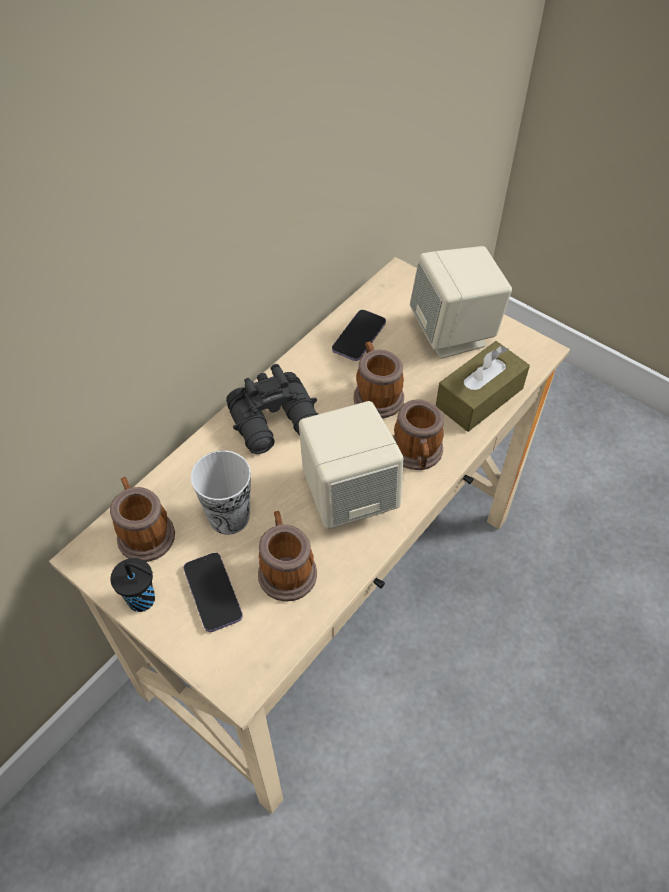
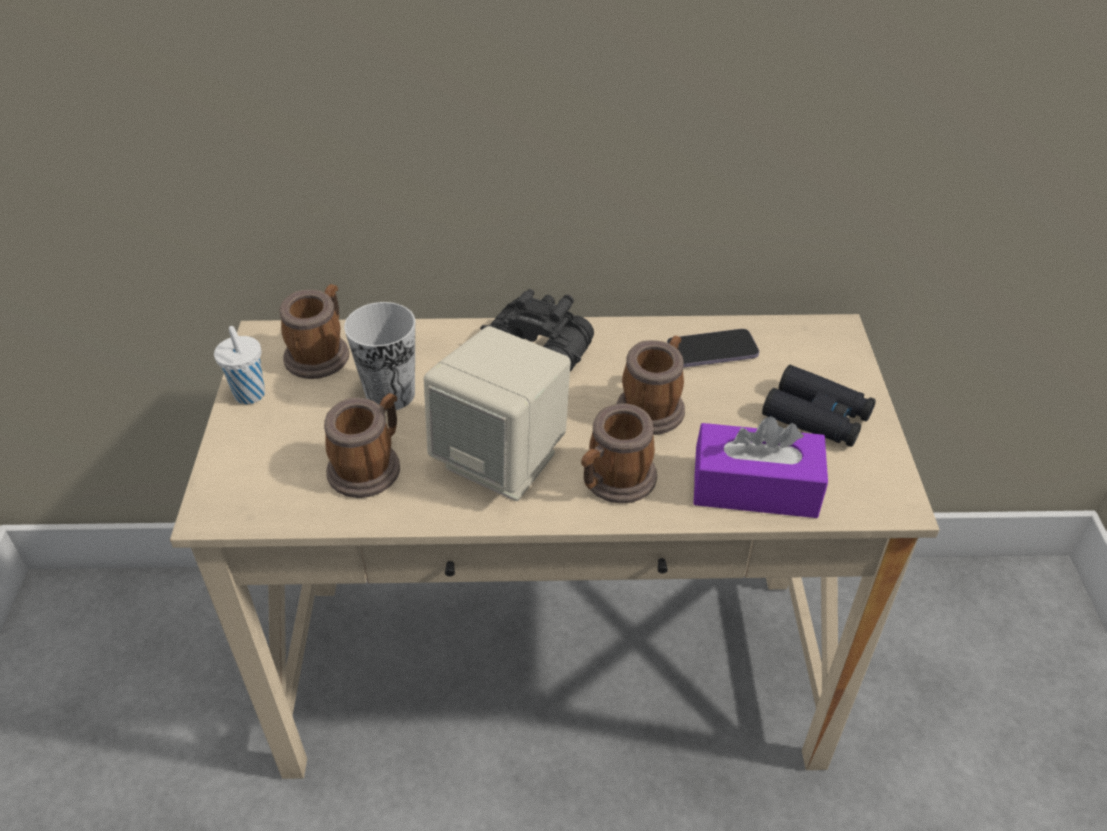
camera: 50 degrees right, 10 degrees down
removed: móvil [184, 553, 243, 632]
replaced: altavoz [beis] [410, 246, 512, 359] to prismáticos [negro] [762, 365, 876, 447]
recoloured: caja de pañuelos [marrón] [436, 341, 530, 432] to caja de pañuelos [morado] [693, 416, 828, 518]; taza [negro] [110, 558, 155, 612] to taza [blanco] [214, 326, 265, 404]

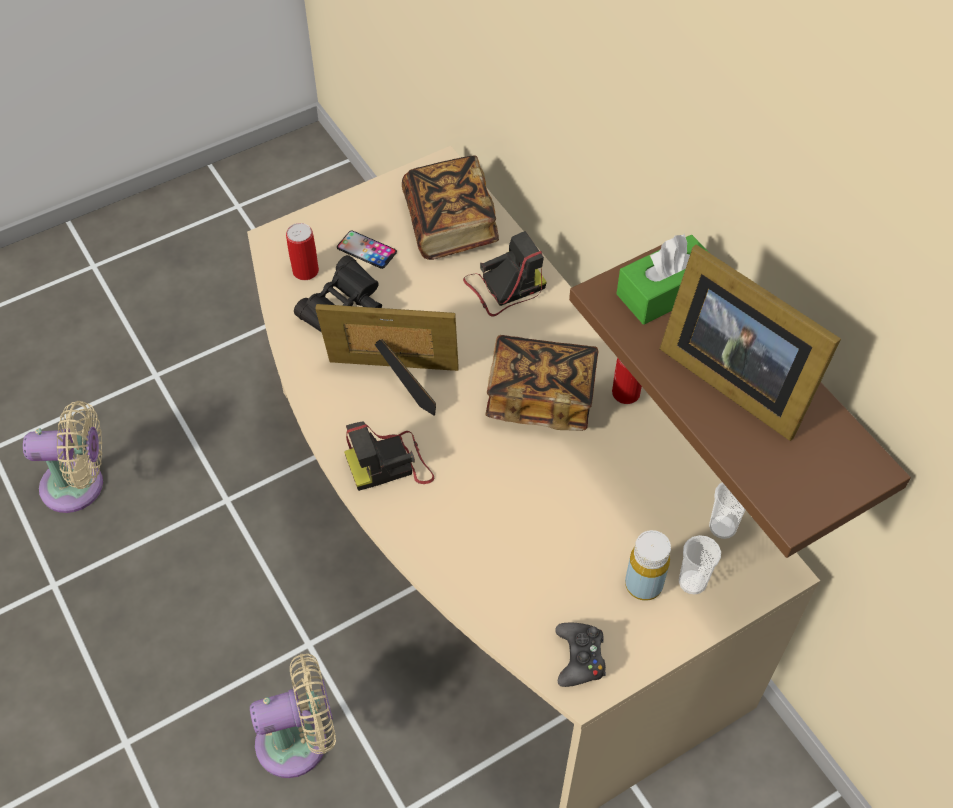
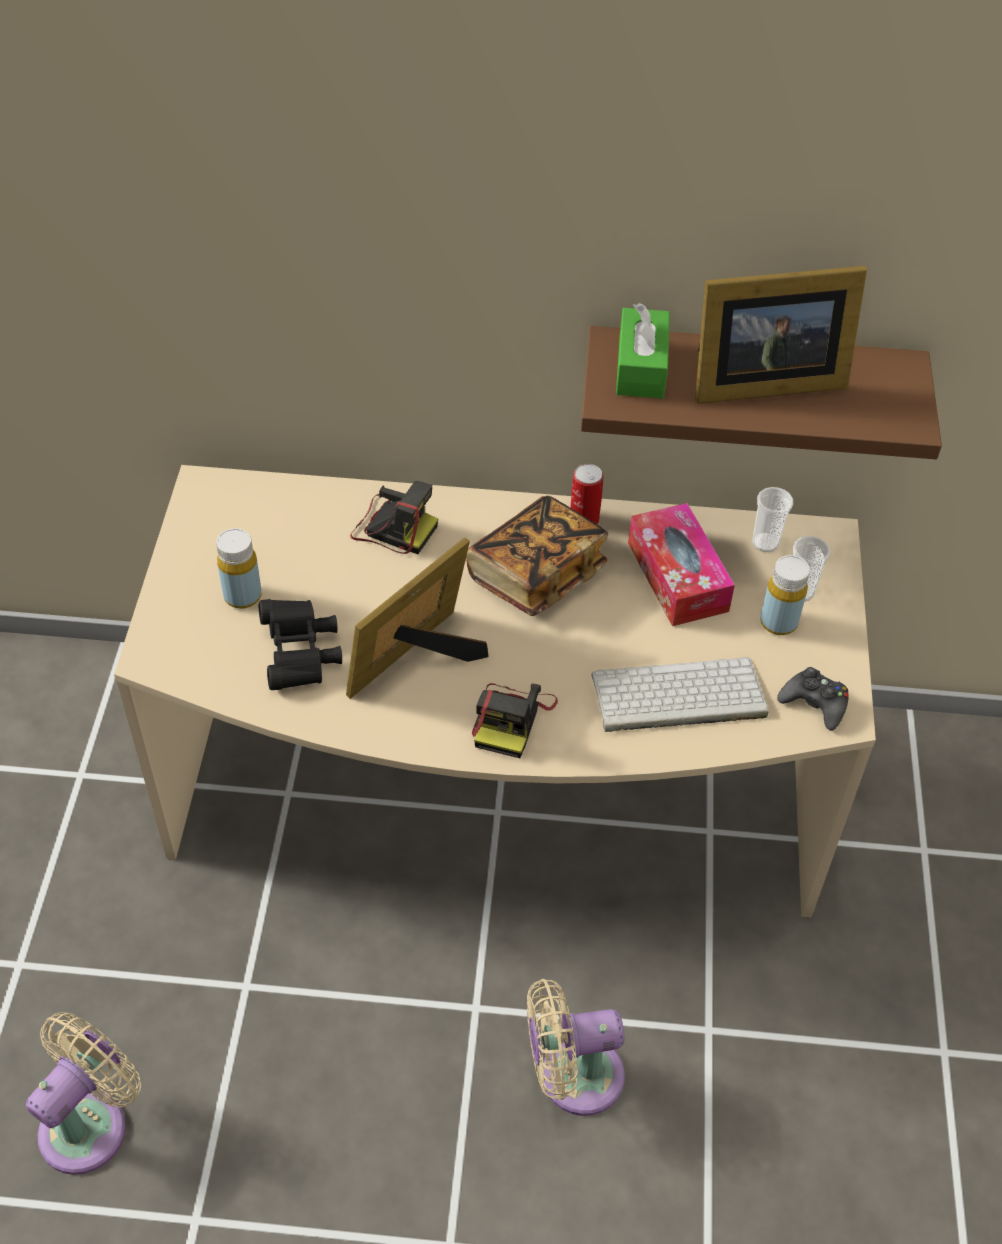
camera: 55 degrees left, 5 degrees down
removed: libro [402, 155, 499, 260]; lata [286, 223, 319, 280]
added: caja de pañuelos [628, 503, 735, 626]; teclado [592, 657, 768, 732]
replaced: móvil [337, 231, 397, 269] to botella [amarillo] [216, 528, 262, 609]
turned: cámara [463, 231, 547, 316] = [350, 481, 438, 554] 105 degrees clockwise; ventilador [beis] [250, 654, 336, 778] = [527, 979, 625, 1116] 120 degrees counterclockwise

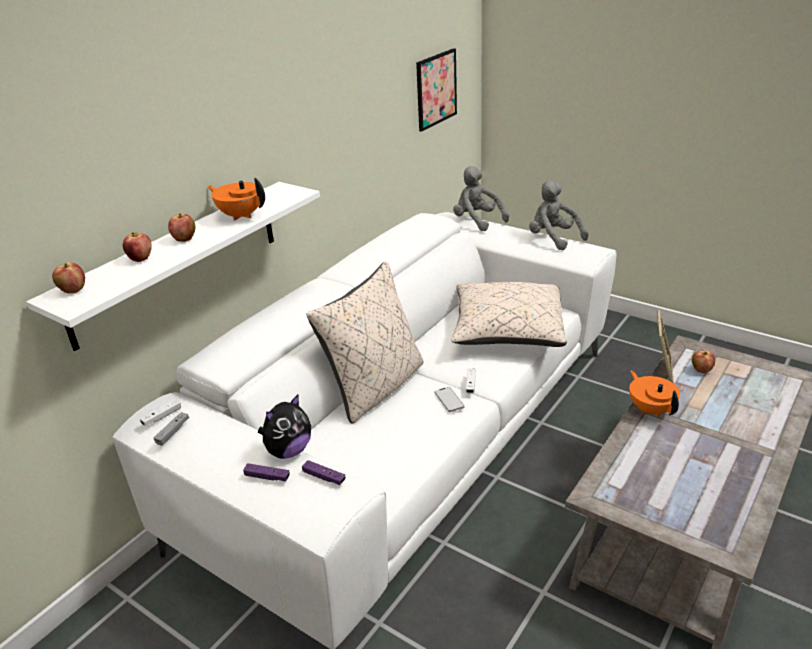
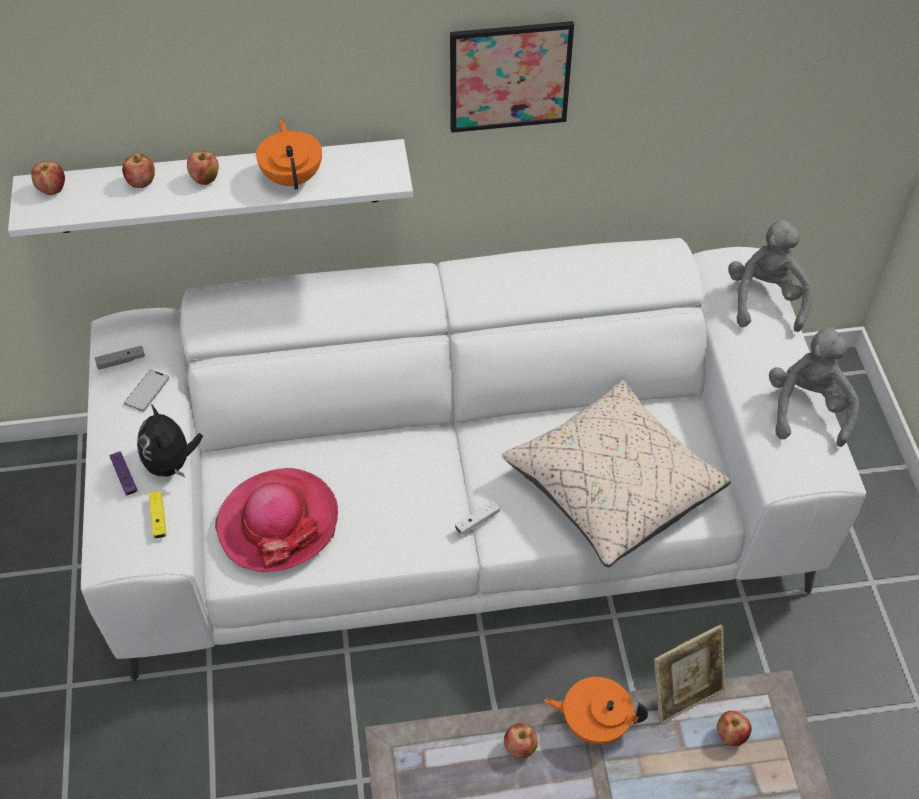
camera: 45 degrees right, 20 degrees up
removed: cojín [beis] [307, 262, 423, 424]; mando de consola [blanco] [140, 399, 181, 426]
added: sombrero [215, 468, 338, 572]; manzana [504, 723, 538, 759]
moved: cuadro [416, 48, 457, 132] to [450, 21, 574, 133]; móvil [435, 387, 464, 412] to [124, 370, 169, 412]
recoloured: mando de consola [morado] [302, 460, 346, 485] to mando de consola [amarillo] [149, 491, 167, 539]
turned: tetera [naranja] [629, 370, 680, 417] = [544, 677, 648, 745] 105 degrees counterclockwise; peluche [258, 394, 311, 459] = [137, 404, 203, 477] 75 degrees clockwise

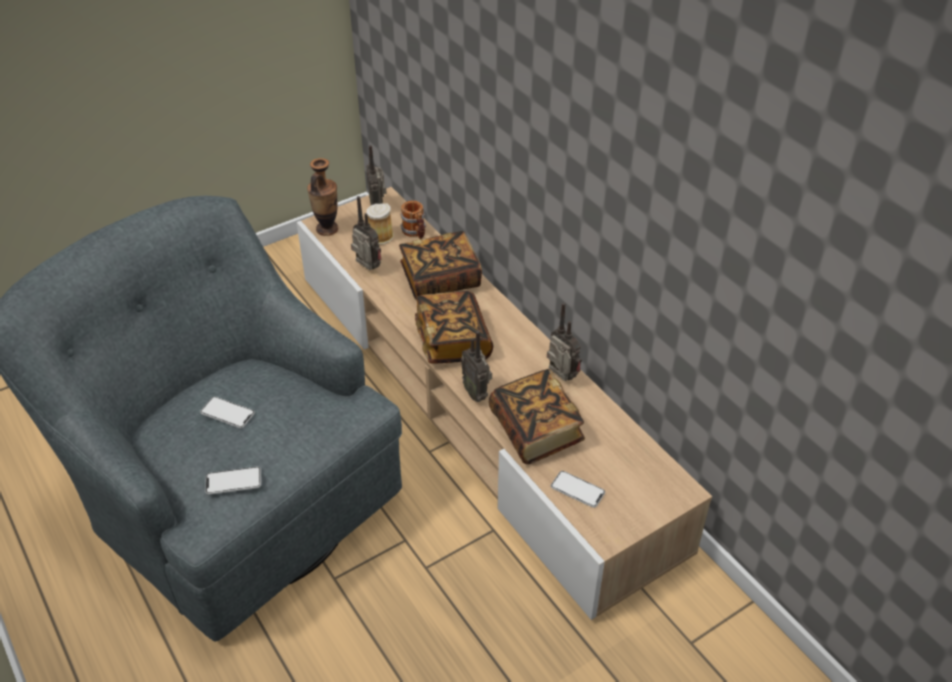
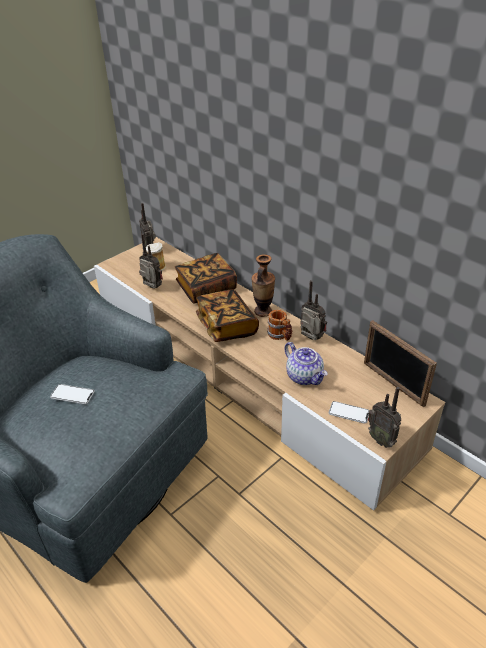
camera: 10 degrees left, 5 degrees down
removed: móvil [205, 467, 261, 495]
added: portarretratos [364, 320, 437, 407]
moved: florero [307, 158, 338, 236] to [251, 254, 275, 317]; taza grande [400, 201, 426, 239] to [267, 310, 292, 341]; radio [461, 331, 492, 402] to [368, 387, 402, 448]
replaced: libro [489, 369, 585, 464] to tetera [285, 342, 327, 385]

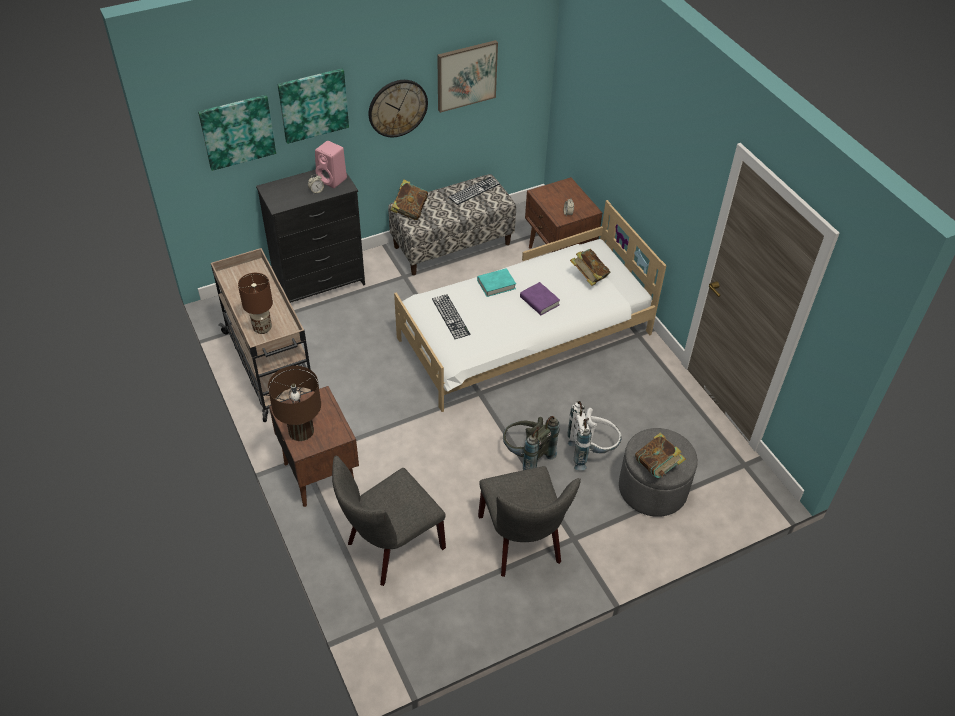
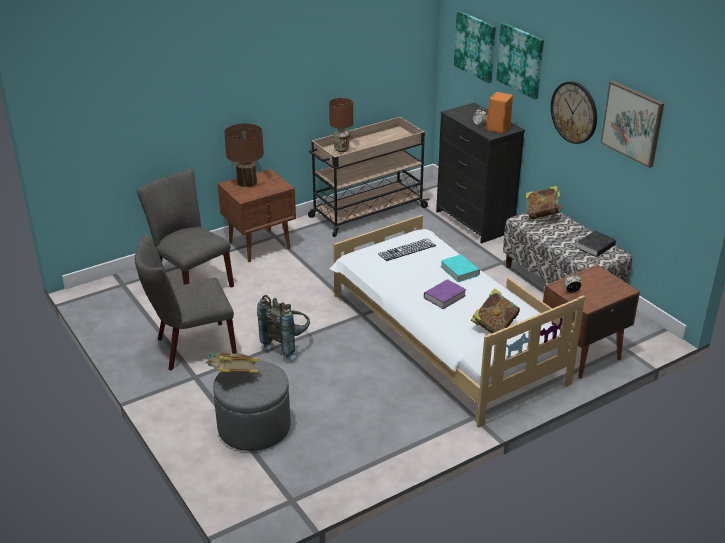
camera: 85 degrees right, 15 degrees down
removed: mochila [blanco] [567, 401, 622, 471]
replaced: teclado [448, 177, 500, 205] to libro [negro] [577, 231, 616, 257]
recoloured: altavoz [rosa] [315, 141, 347, 188] to altavoz [naranja] [486, 92, 513, 134]

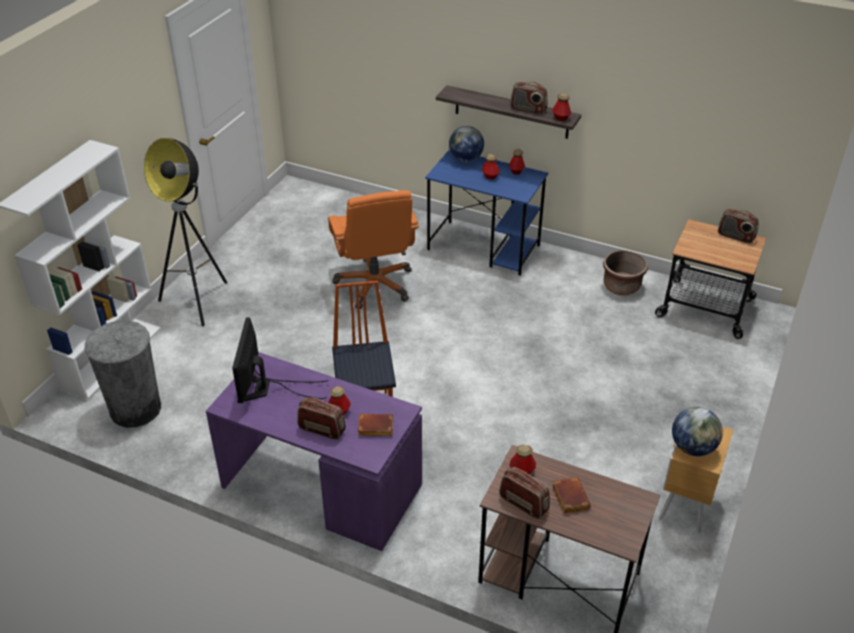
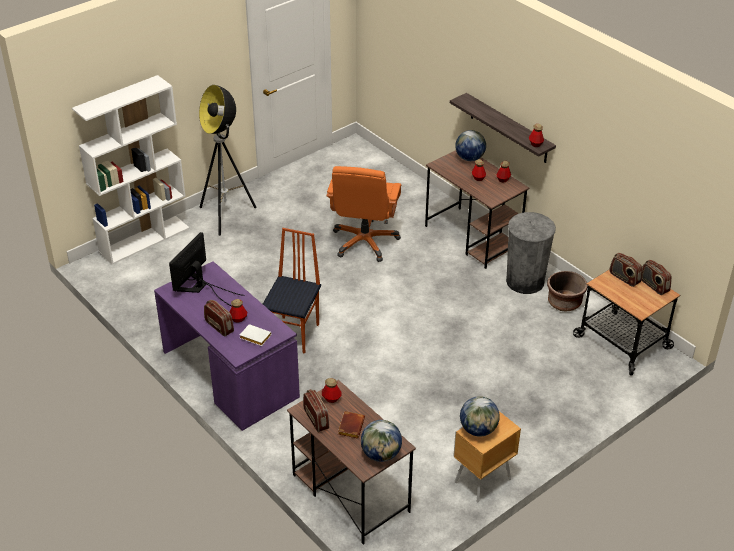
camera: 25 degrees right, 0 degrees up
added: globo terráqueo [361, 420, 402, 462]
moved: radio [510, 82, 548, 115] to [609, 253, 643, 287]; papelera [gris] [85, 320, 161, 428] to [506, 212, 556, 294]
recoloured: escritorio [azul] [425, 149, 548, 276] to escritorio [marrón] [425, 150, 529, 269]; libro [marrón] [358, 414, 393, 436] to libro [blanco] [240, 324, 272, 346]

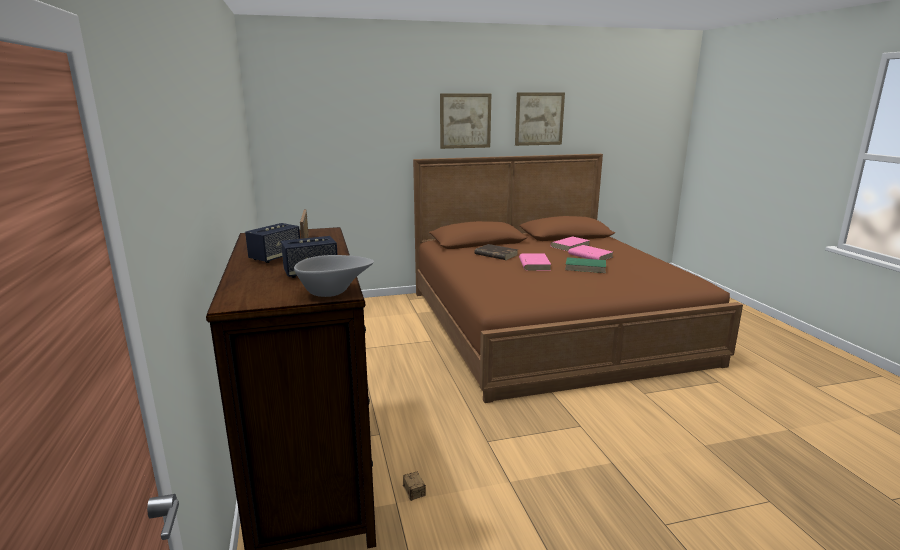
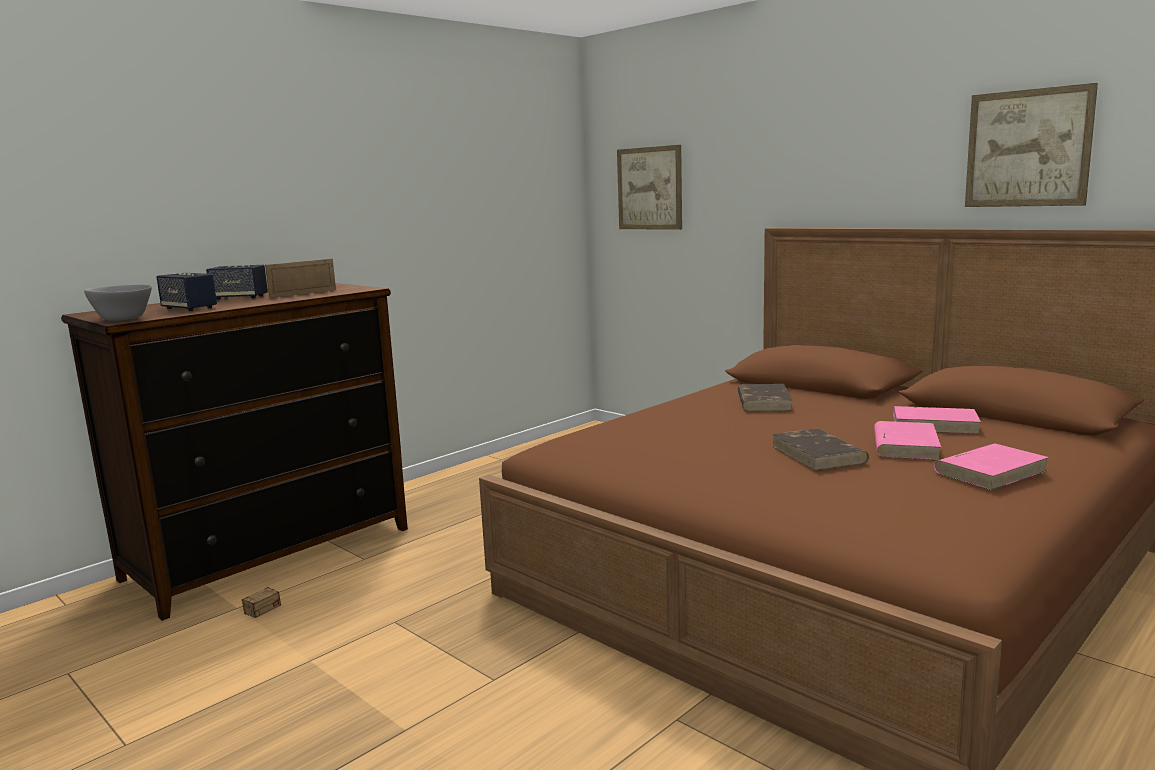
camera: 60 degrees right, 5 degrees down
moved: cuadro [440, 94, 491, 149] to [617, 145, 682, 230]; libro [rosa] [519, 254, 551, 270] to [934, 444, 1049, 490]
recoloured: libro [verde] [565, 257, 606, 273] to libro [marrón] [772, 428, 869, 471]

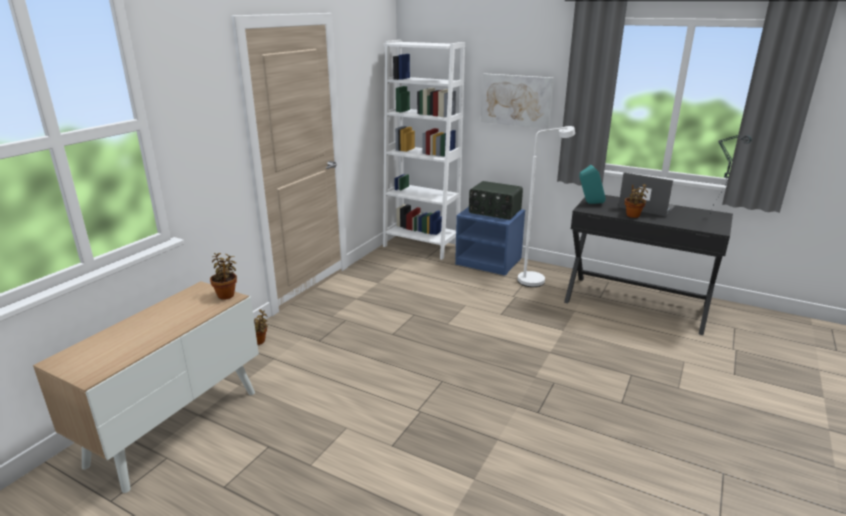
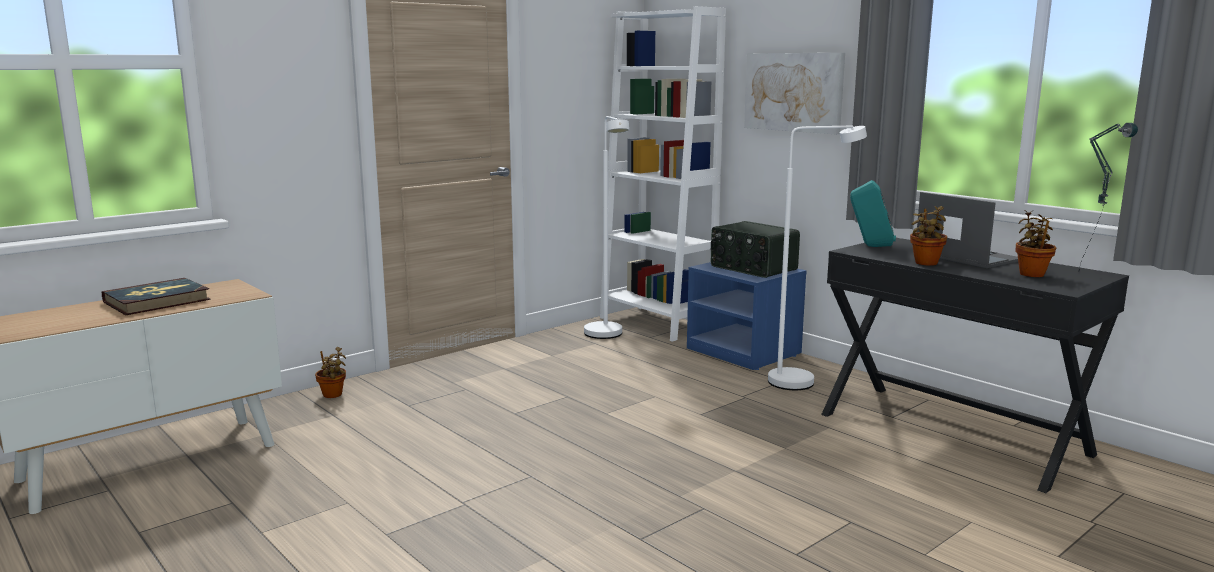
camera: 20 degrees right, 10 degrees down
added: lámpara de pie [blanco] [584, 116, 629, 339]; libro [102, 278, 210, 315]
moved: planta en maceta [210, 253, 237, 300] to [1015, 210, 1056, 277]

